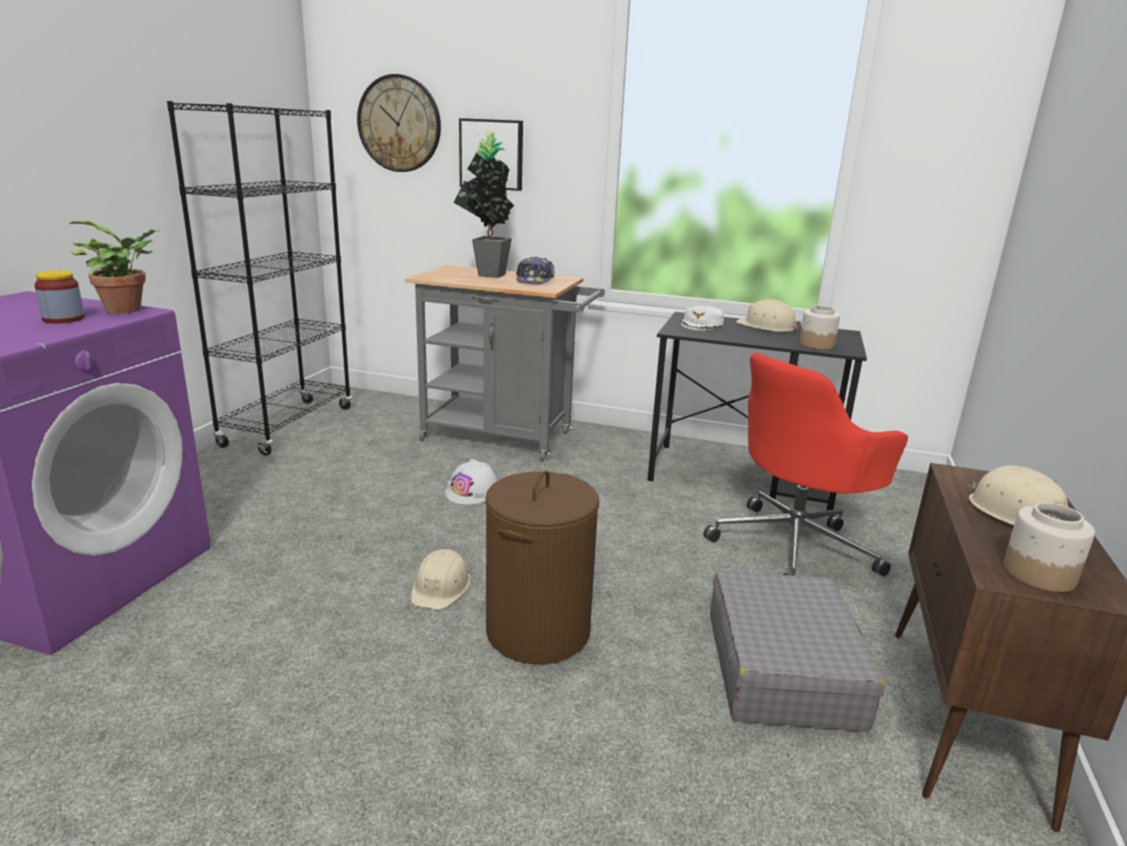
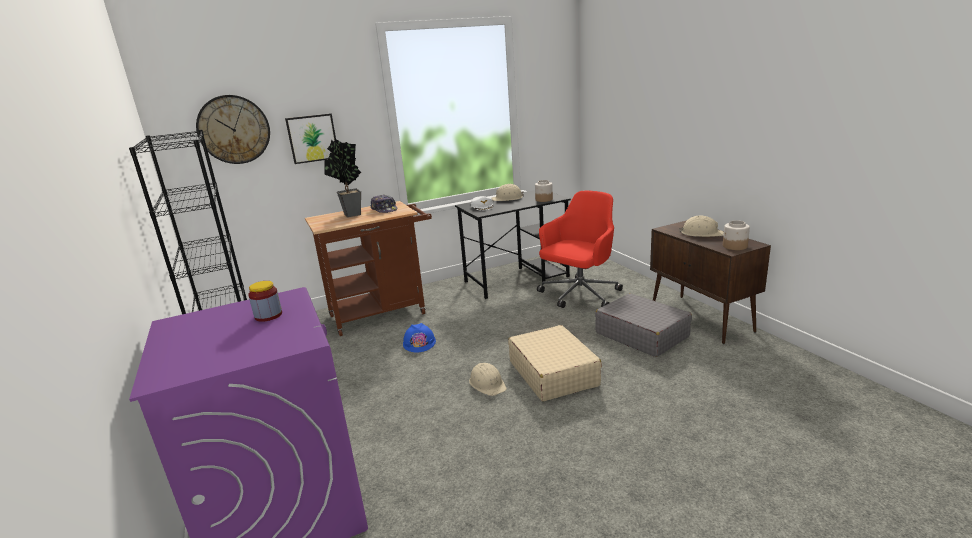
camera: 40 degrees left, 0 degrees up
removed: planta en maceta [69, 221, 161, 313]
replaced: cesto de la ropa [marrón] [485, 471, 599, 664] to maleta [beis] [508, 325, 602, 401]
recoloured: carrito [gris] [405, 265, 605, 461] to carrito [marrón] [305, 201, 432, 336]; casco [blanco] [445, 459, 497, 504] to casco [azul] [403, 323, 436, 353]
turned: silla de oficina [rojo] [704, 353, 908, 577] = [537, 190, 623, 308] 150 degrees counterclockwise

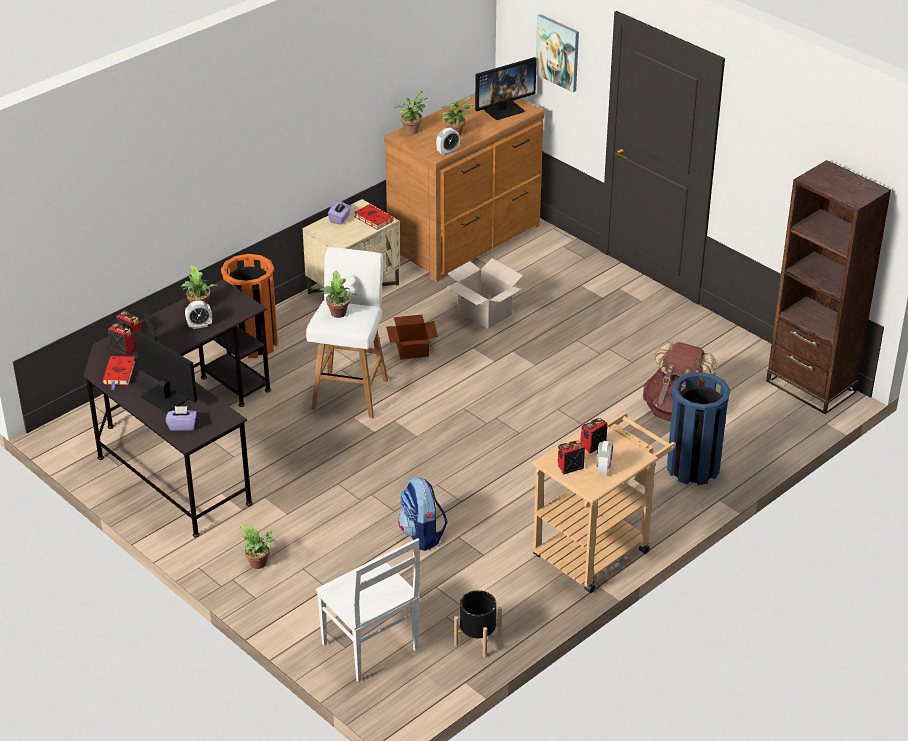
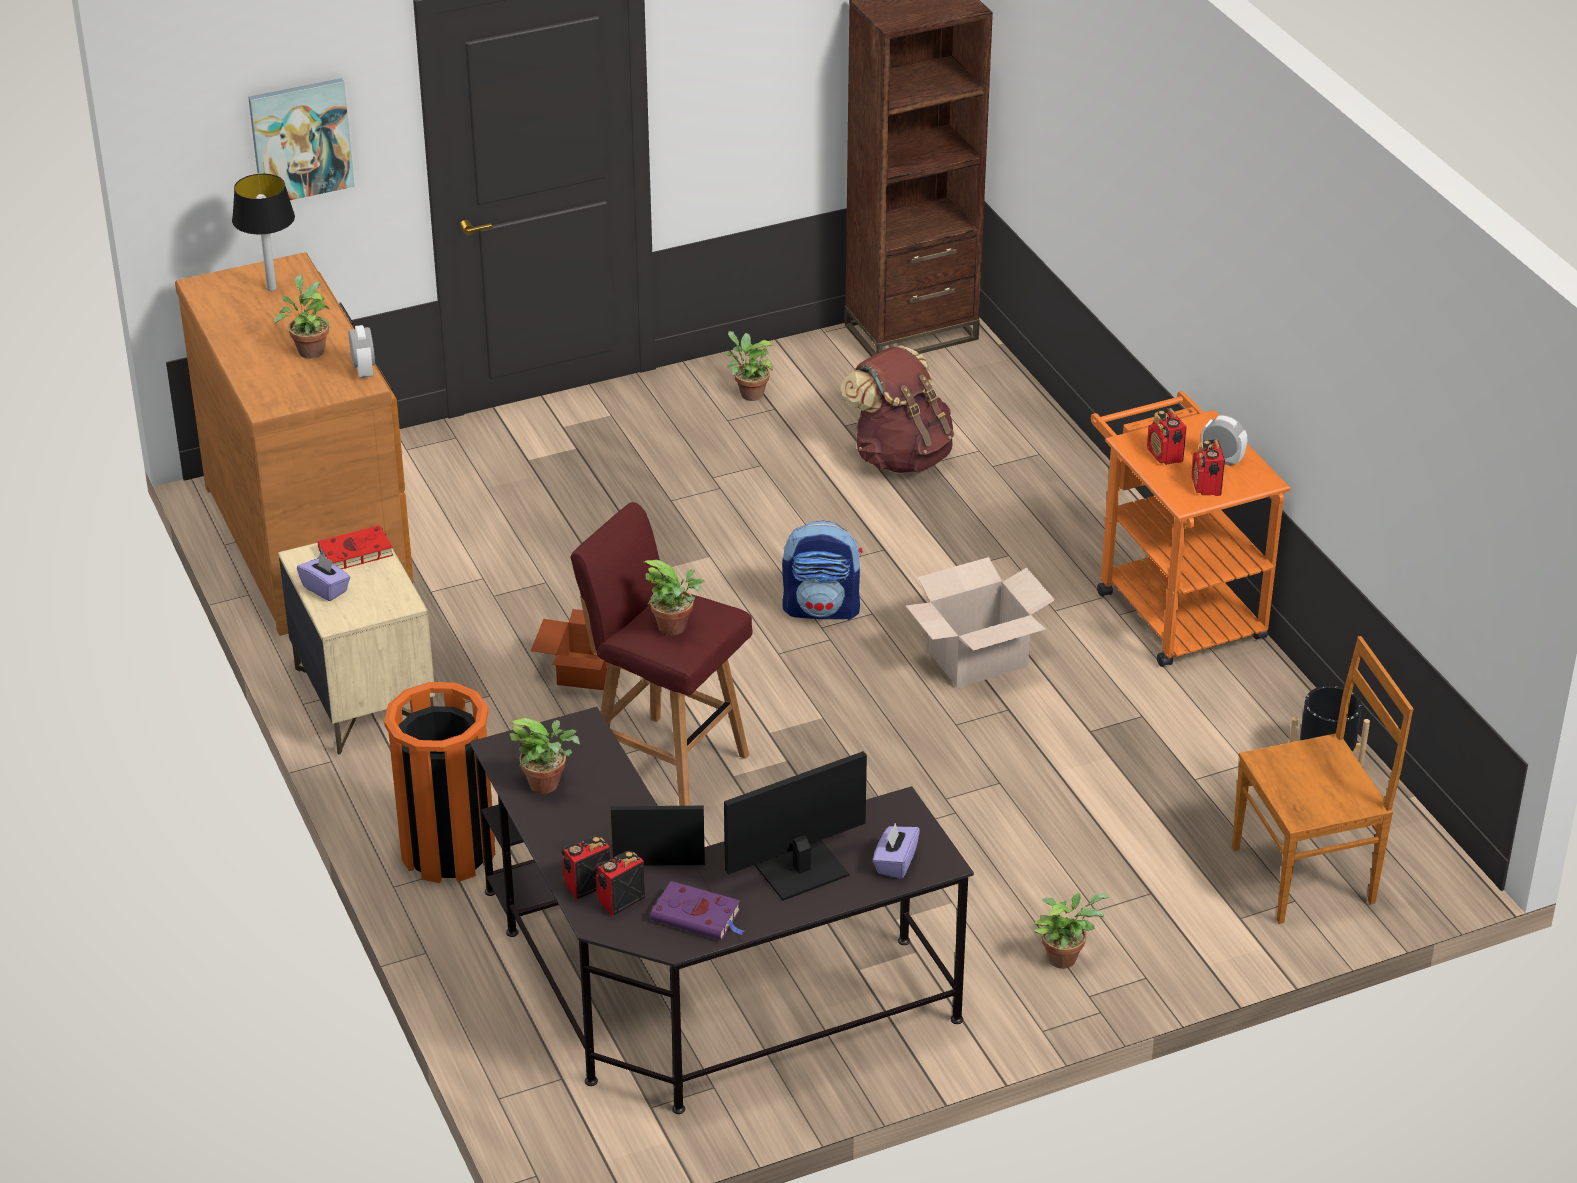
camera: 70 degrees left, 0 degrees up
removed: despertador [185, 300, 212, 329]; papelera [azul] [667, 372, 730, 485]
moved: planta en maceta [394, 91, 427, 134] to [725, 331, 774, 401]; caja de cartón [446, 259, 523, 329] to [906, 557, 1055, 688]; mochila [398, 477, 447, 551] to [782, 520, 863, 620]
replaced: monitor [475, 57, 537, 120] to lámpara de mesa [232, 174, 295, 291]
recoloured: taburete [blanco] [306, 247, 388, 418] to taburete [rojo] [570, 502, 753, 806]; libro [rojo] [102, 356, 136, 390] to libro [morado] [650, 881, 744, 940]; carrito [beis] [531, 412, 676, 593] to carrito [naranja] [1091, 391, 1291, 667]; silla [blanco] [316, 538, 420, 682] to silla [marrón] [1232, 636, 1414, 924]

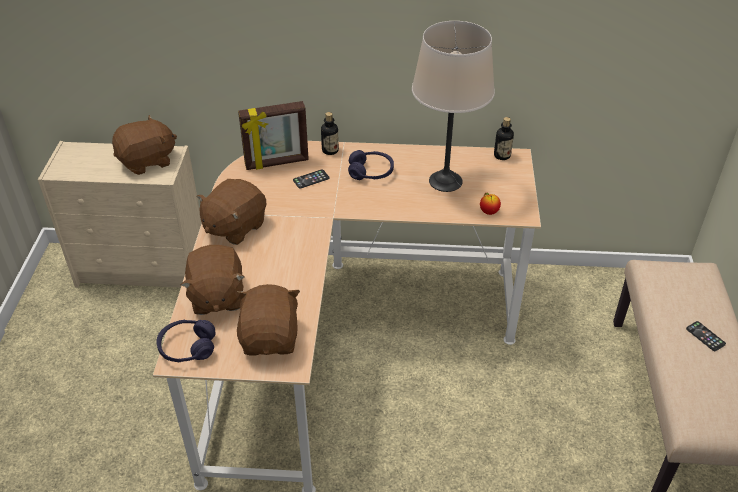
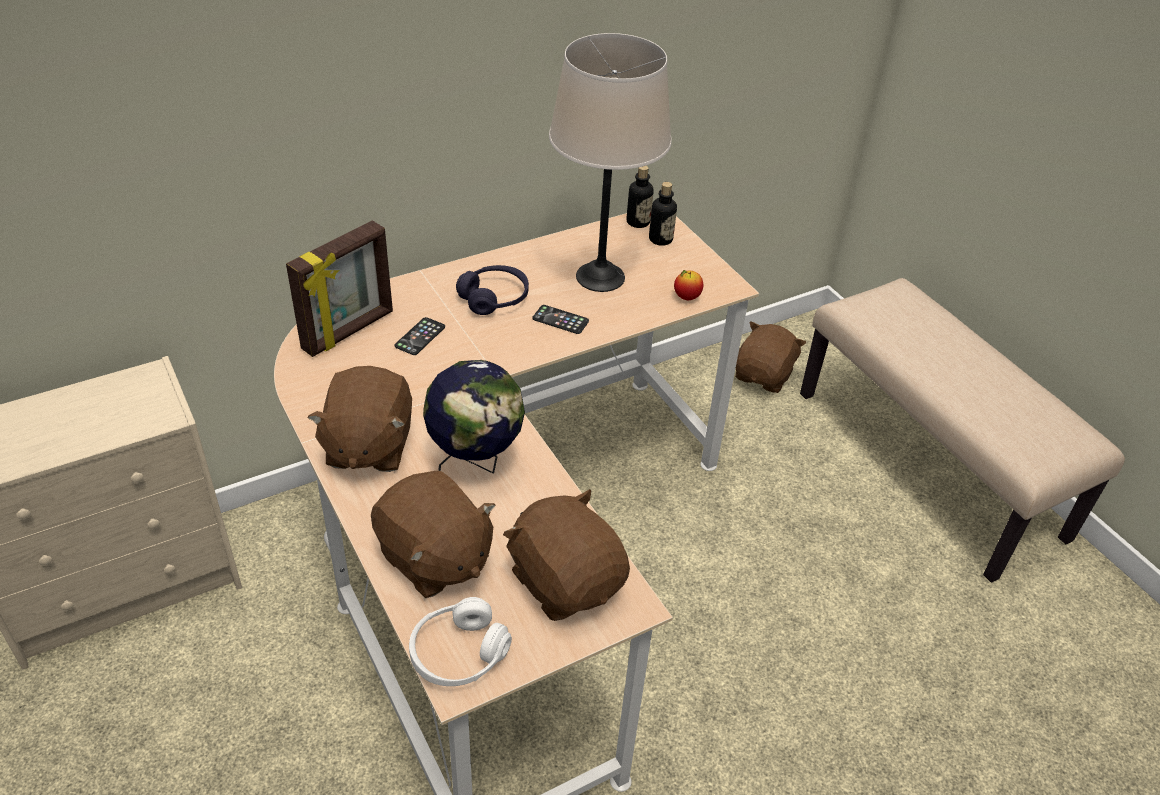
camera: 35 degrees left, 0 degrees up
added: globo terráqueo [423, 360, 525, 473]
moved: botella [321, 112, 339, 155] to [649, 182, 677, 246]; peluche [marrón] [112, 115, 177, 175] to [735, 321, 806, 393]; móvil [686, 321, 726, 351] to [533, 305, 589, 334]
recoloured: auriculares [morado] [157, 320, 216, 362] to auriculares [blanco] [409, 597, 512, 686]

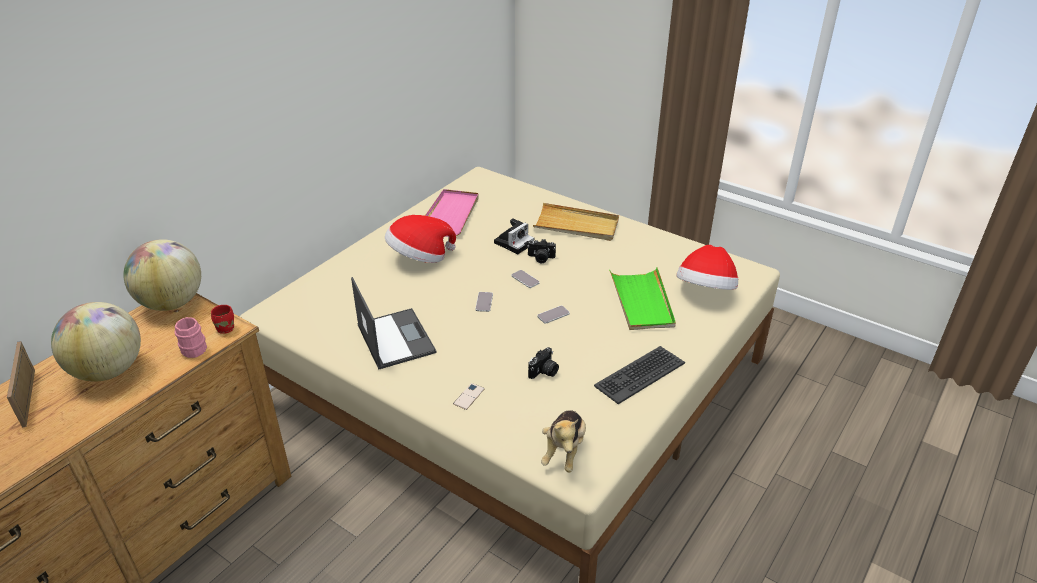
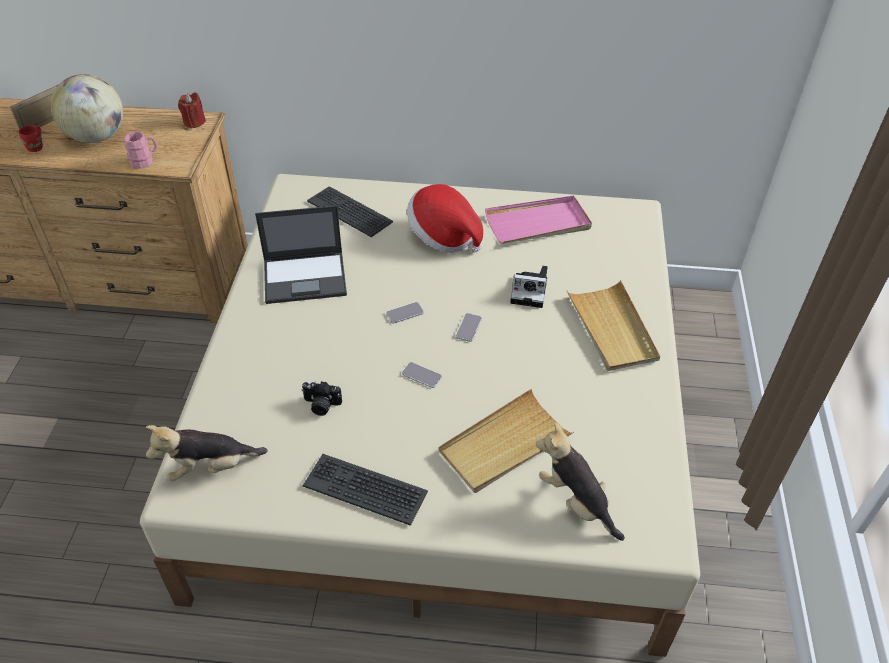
camera: 60 degrees right, 10 degrees up
removed: cámara [527, 239, 556, 264]; móvil [453, 383, 485, 410]
added: teclado [307, 186, 393, 237]
moved: taza grande [rojo] [211, 305, 234, 334] to [19, 125, 43, 152]
replaced: globo terráqueo [123, 239, 201, 311] to vela [rojo] [178, 92, 206, 128]; sombrero [676, 245, 738, 290] to peluche [536, 422, 625, 541]
recoloured: bandeja [verde] [609, 267, 676, 330] to bandeja [beis] [438, 389, 574, 493]
turned: portátil [351, 277, 437, 369] = [255, 206, 347, 304] 45 degrees clockwise

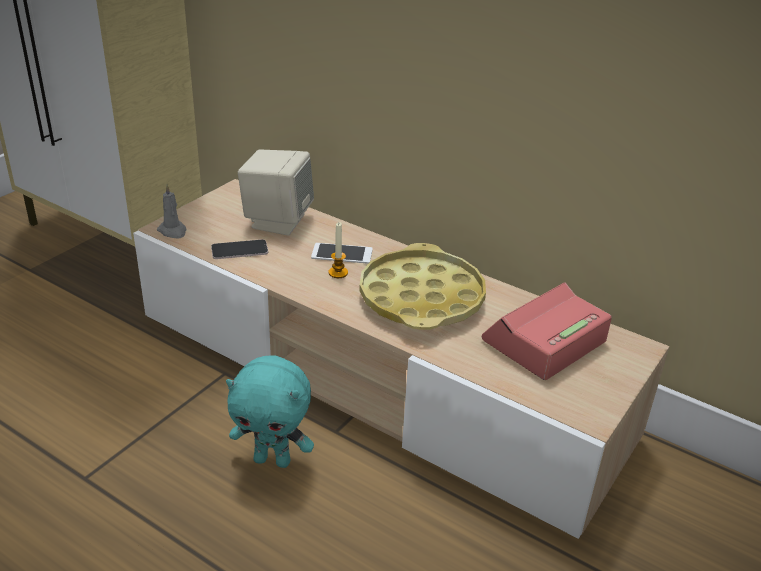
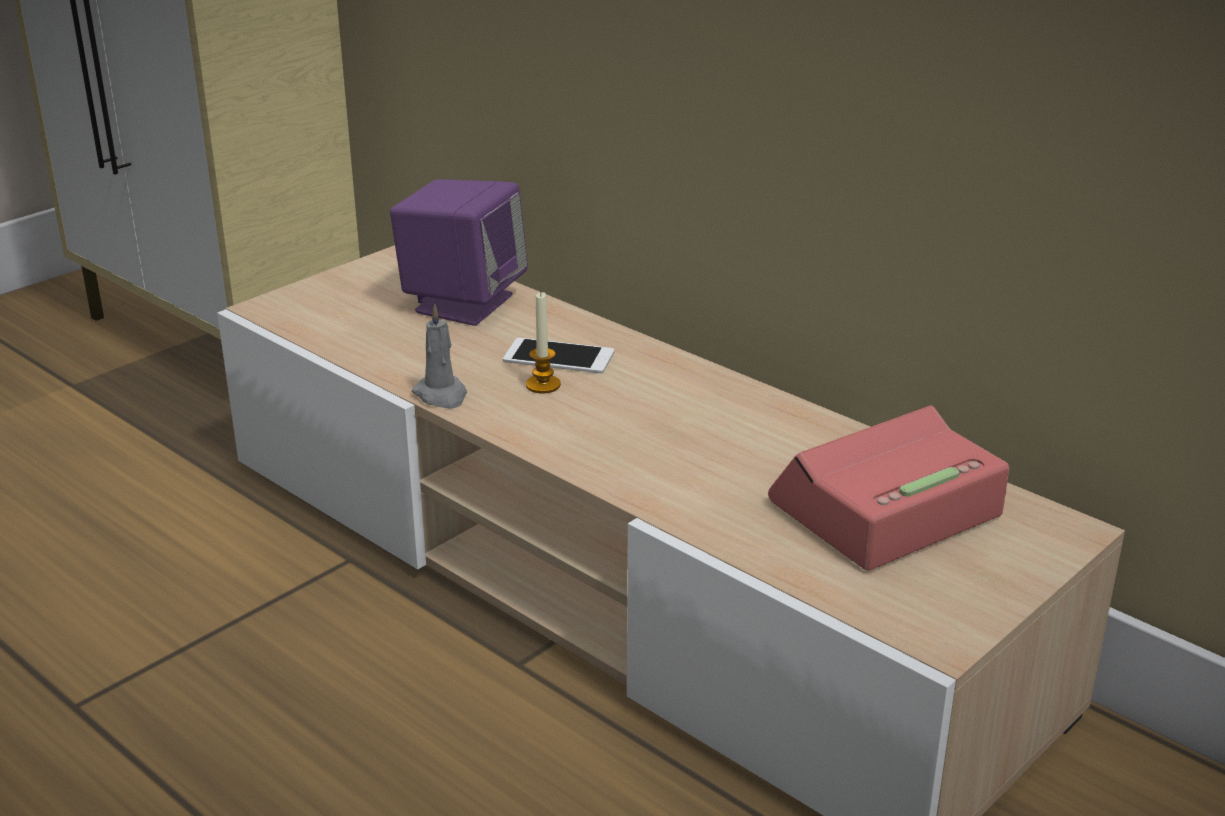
camera: 10 degrees right, 5 degrees down
removed: móvil [211, 239, 268, 259]; bandeja [amarillo] [359, 243, 486, 330]; peluche [turquesa] [226, 355, 314, 468]
moved: vela [gris] [157, 184, 187, 239] to [412, 304, 467, 409]
recoloured: altavoz [beis] [238, 150, 314, 236] to altavoz [morado] [390, 179, 528, 326]

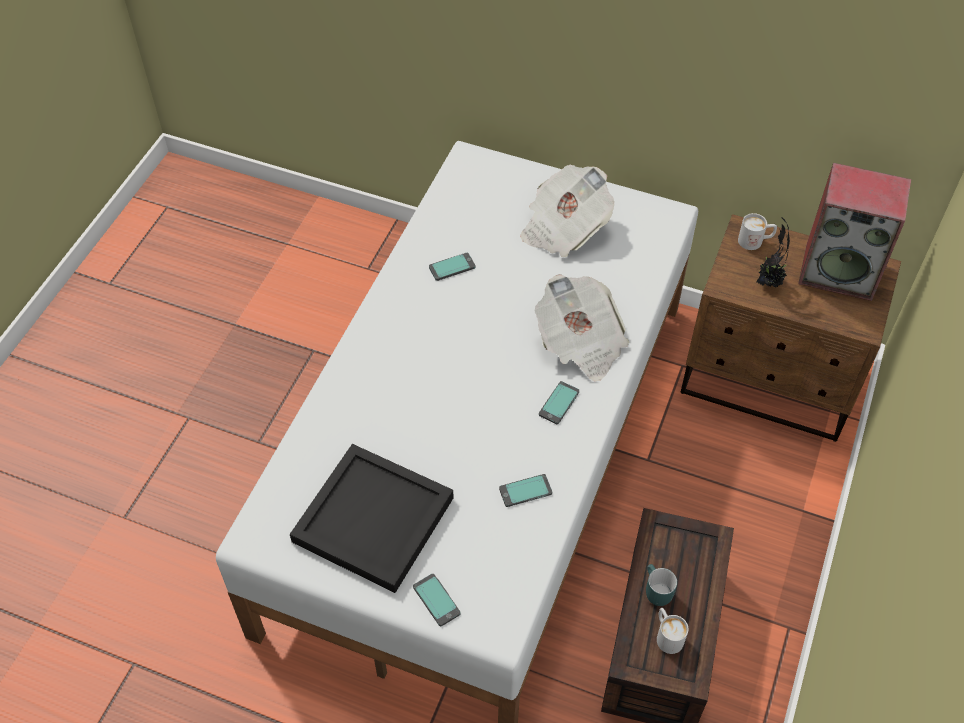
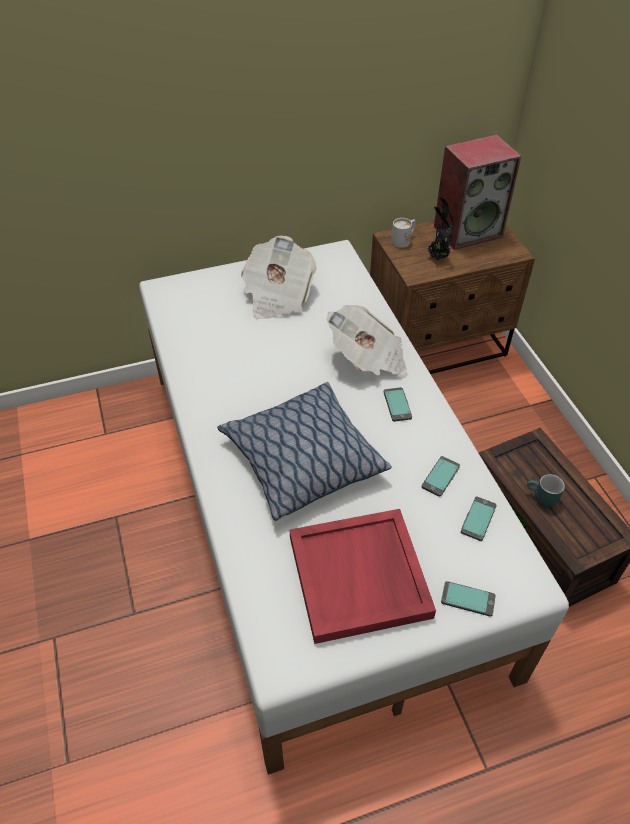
camera: 40 degrees left, 5 degrees down
removed: taza grande [blanco] [657, 608, 689, 654]
added: cojín [217, 382, 392, 521]
moved: móvil [429, 253, 475, 281] to [461, 496, 497, 541]
recoloured: bandeja [negro] [290, 444, 454, 593] to bandeja [rojo] [290, 509, 436, 644]

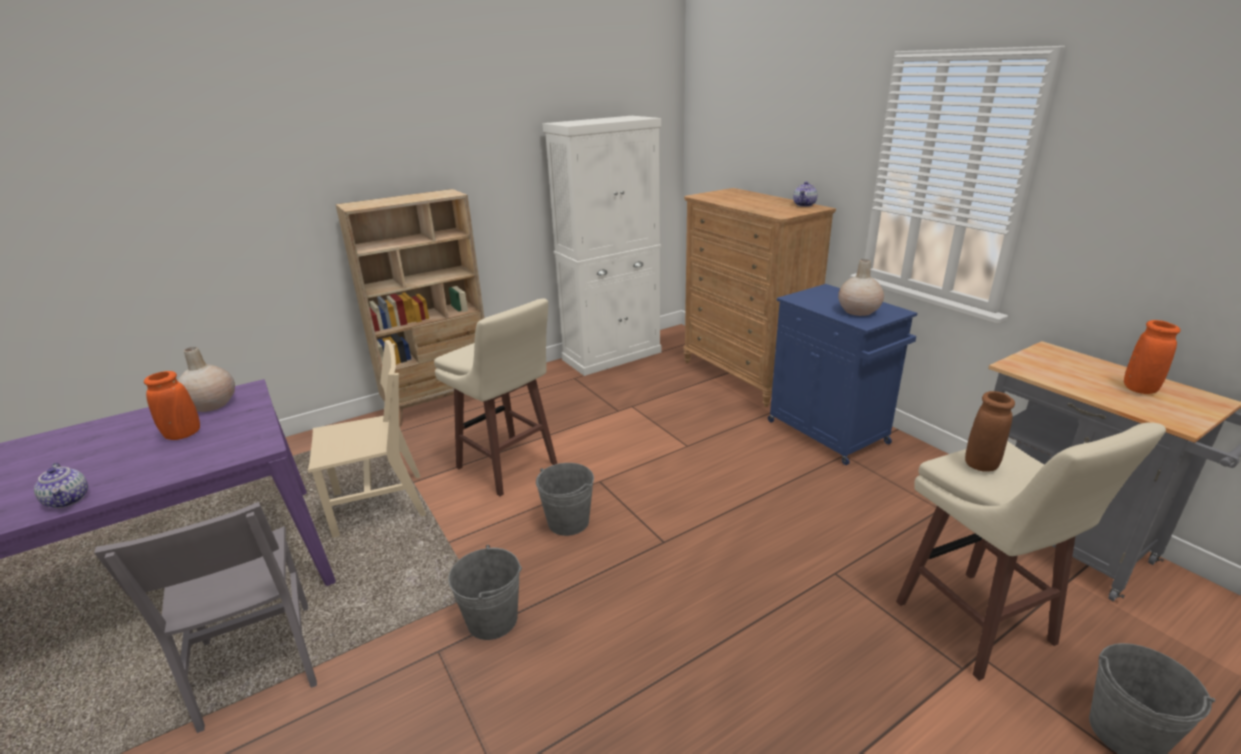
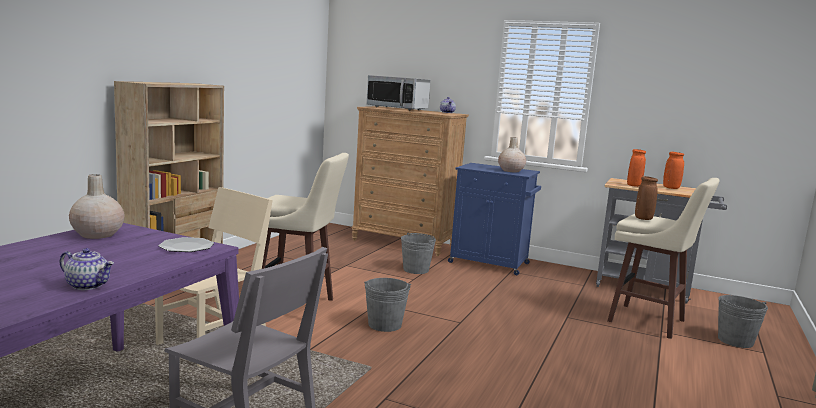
camera: 35 degrees left, 15 degrees down
removed: armario [blanco] [543, 116, 662, 376]
added: microondas [366, 75, 431, 111]; plato [159, 237, 214, 252]
moved: florero [naranja] [144, 371, 200, 440] to [627, 149, 646, 187]; cubo [gris] [448, 545, 522, 640] to [401, 233, 436, 274]

